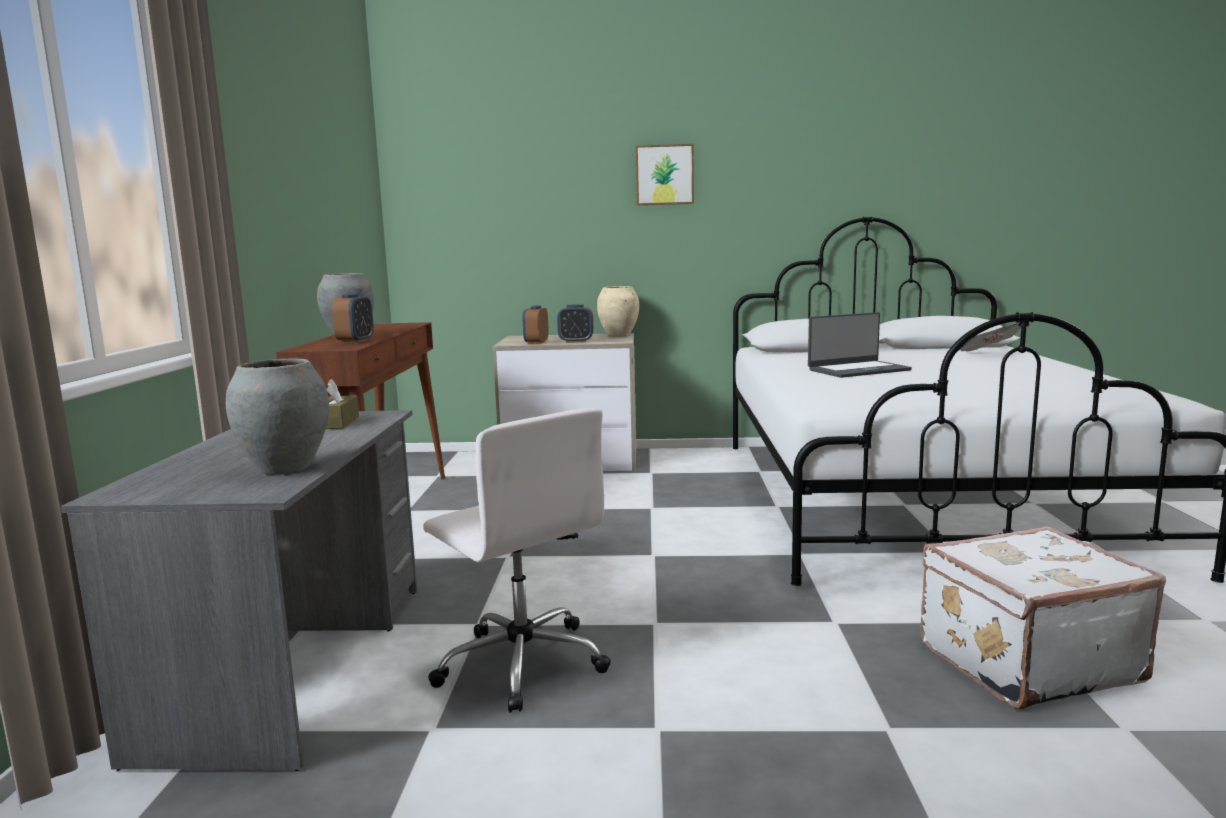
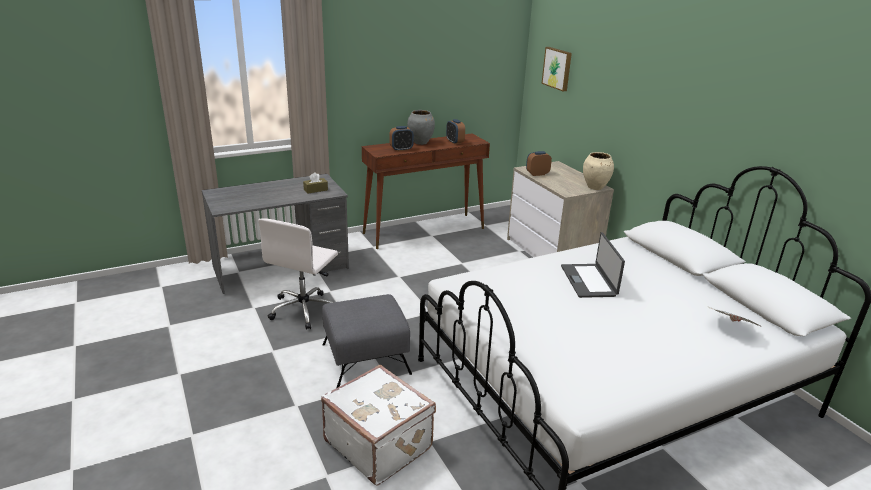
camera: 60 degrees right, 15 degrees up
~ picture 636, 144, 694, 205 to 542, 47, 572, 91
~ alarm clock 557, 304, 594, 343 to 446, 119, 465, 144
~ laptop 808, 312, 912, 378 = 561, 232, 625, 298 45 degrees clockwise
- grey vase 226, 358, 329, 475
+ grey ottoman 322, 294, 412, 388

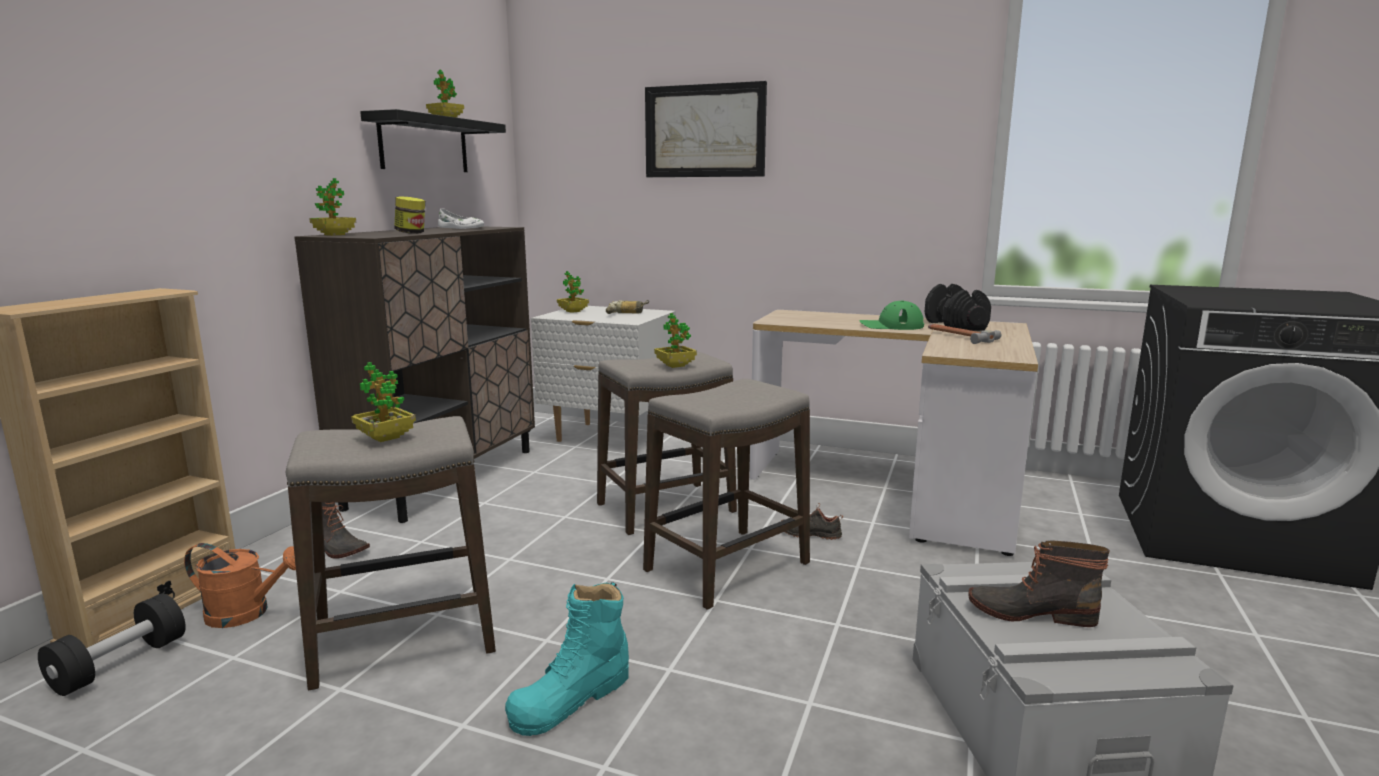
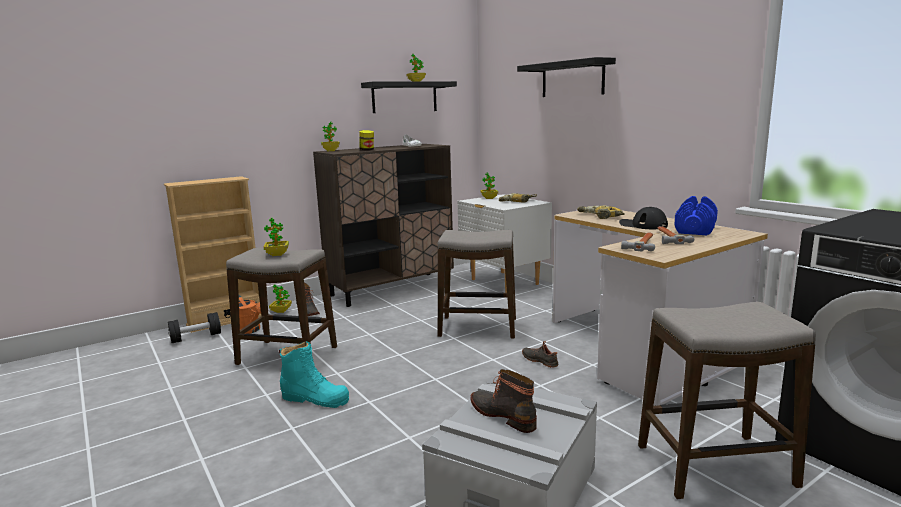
camera: 35 degrees right, 0 degrees up
~ picture 645, 81, 767, 177 to black shelf 517, 57, 616, 97
~ black dumbbell 924, 284, 991, 331 to blue dumbbell 674, 196, 718, 235
~ green cap 859, 300, 924, 330 to black cap 619, 207, 668, 229
~ potted plant 654, 313, 697, 368 to 269, 284, 292, 313
~ stool 643, 379, 810, 610 to 638, 302, 816, 499
~ turquoise boot 505, 582, 629, 736 = 279, 341, 349, 408 150 degrees counterclockwise
+ power drill 577, 205, 625, 219
+ hammer 621, 232, 655, 251

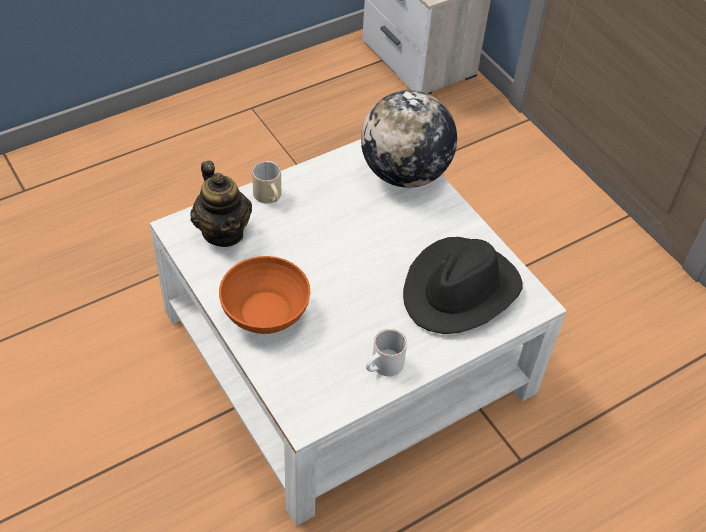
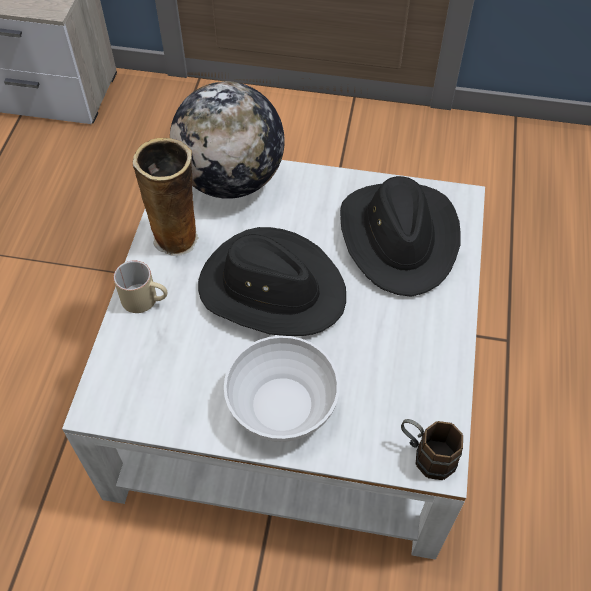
camera: 45 degrees left, 5 degrees up
- teapot 190, 161, 252, 247
~ orange bowl 219, 256, 310, 334 to white bowl 224, 336, 340, 442
- white mug 366, 329, 407, 376
+ vase 133, 138, 198, 256
+ black hat 198, 227, 346, 336
+ brown mug 401, 419, 463, 480

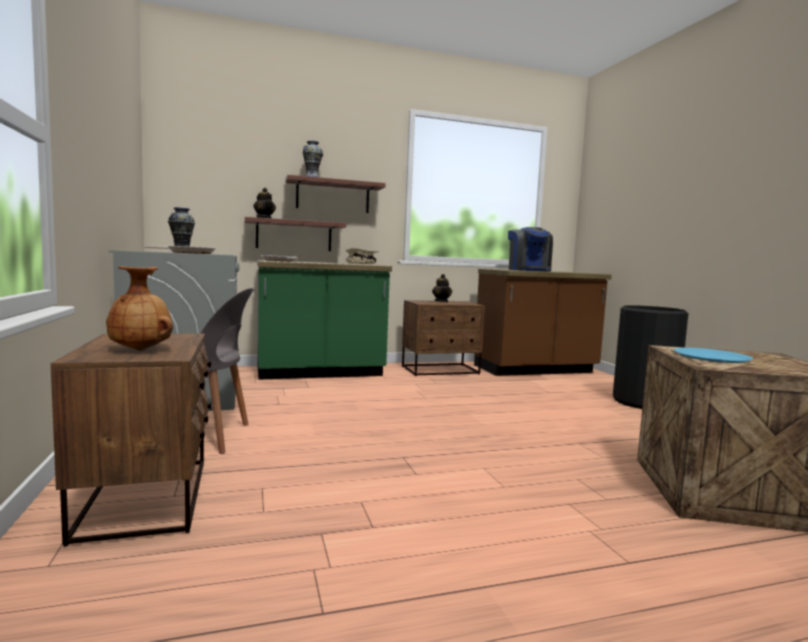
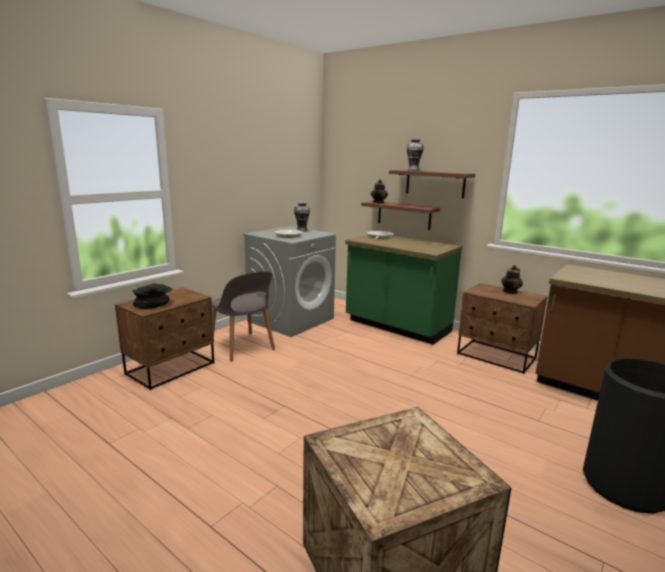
camera: 55 degrees right, 10 degrees up
- coffee machine 508, 227, 553, 272
- beige bowl 346, 248, 380, 264
~ brown vase 106, 266, 173, 351 to black bowl 133, 283, 172, 309
- blue plate 674, 348, 753, 363

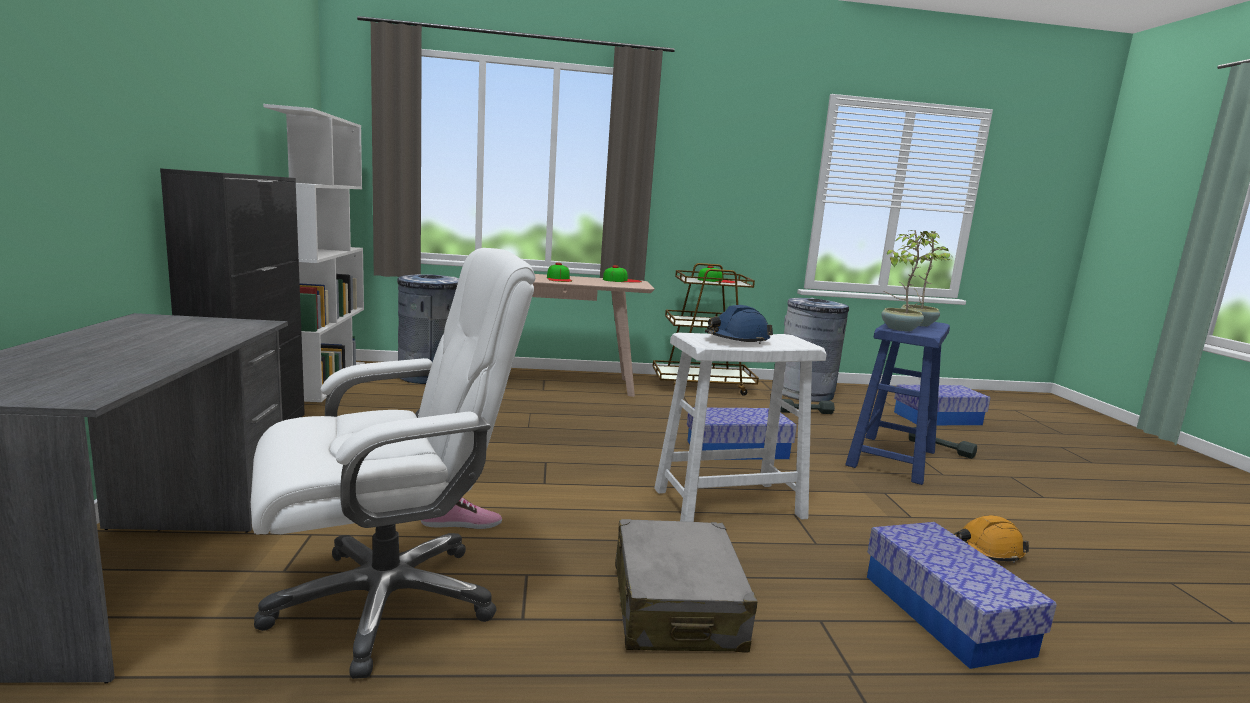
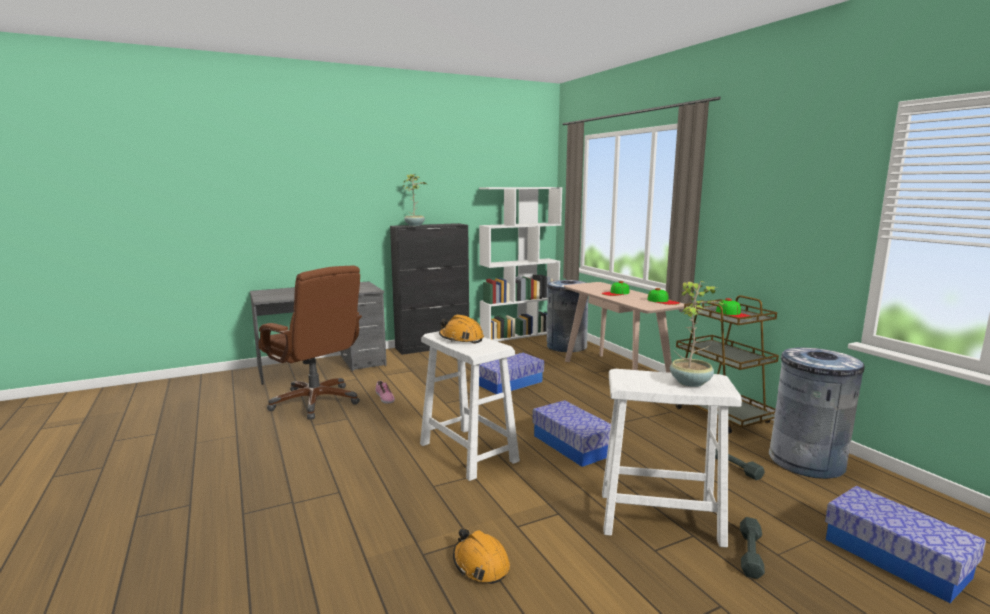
camera: 70 degrees right, 0 degrees up
~ potted plant 881, 230, 939, 331 to 403, 174, 427, 226
~ white office chair 251, 248, 535, 679 to brown office chair 258, 266, 362, 420
~ blue hard hat 705, 305, 773, 344 to orange hard hat 439, 315, 484, 344
~ blue stool 845, 322, 950, 485 to white stool 602, 369, 742, 548
- grey suitcase 615, 519, 758, 653
~ storage box 867, 522, 1057, 669 to 479, 353, 544, 394

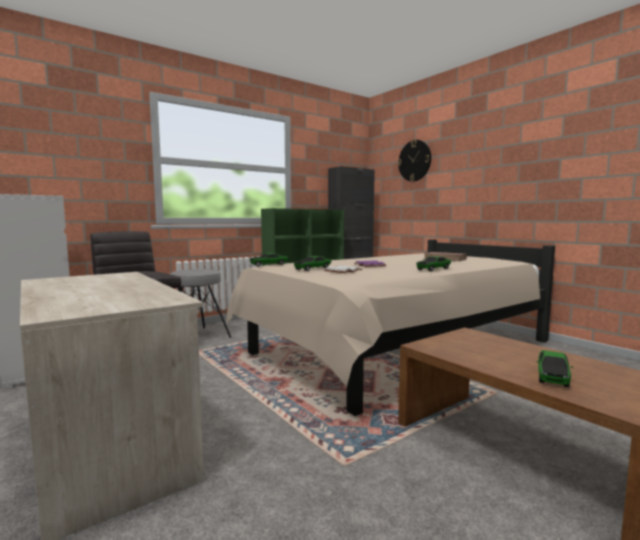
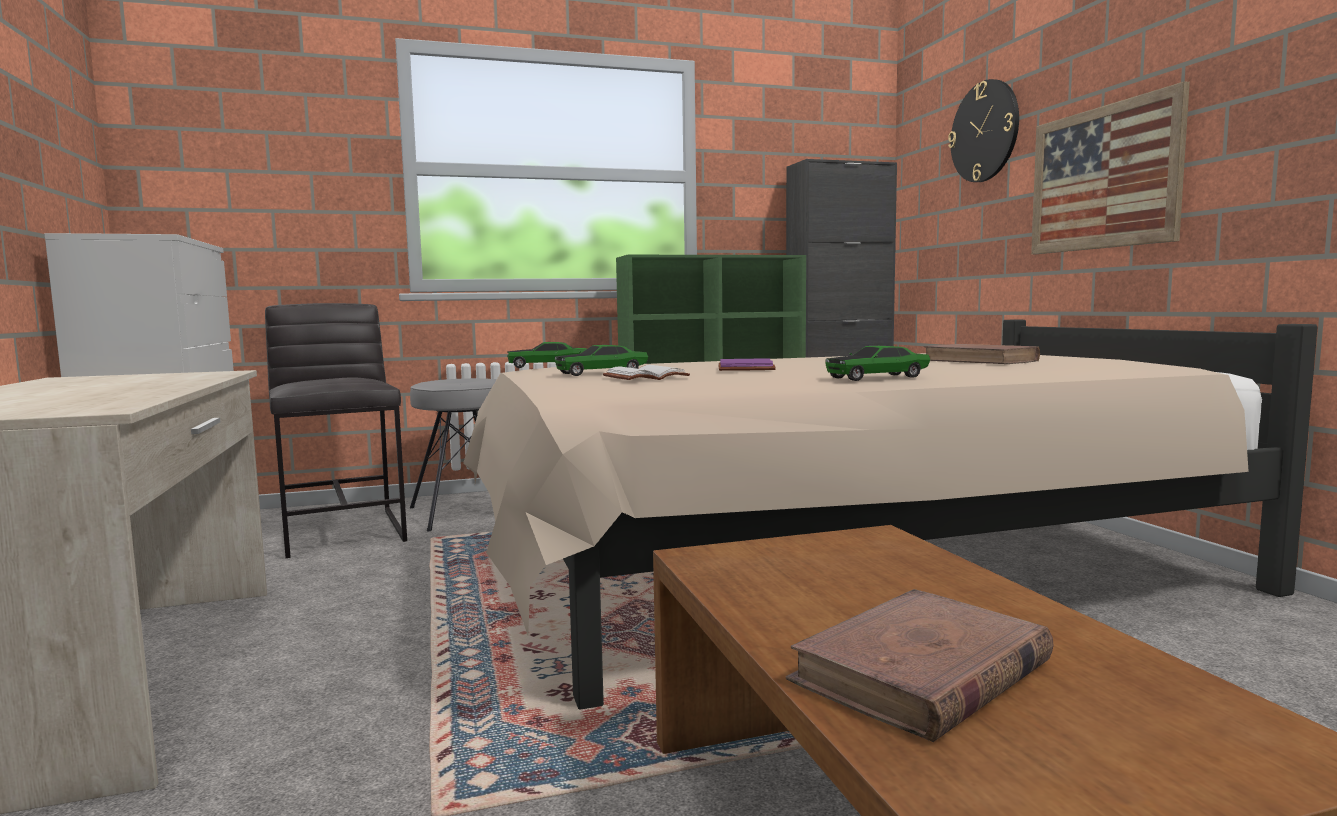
camera: 20 degrees right, 0 degrees up
~ toy car 536, 350, 573, 387 to brown book 786, 589, 1054, 742
+ picture 1031, 81, 1190, 254

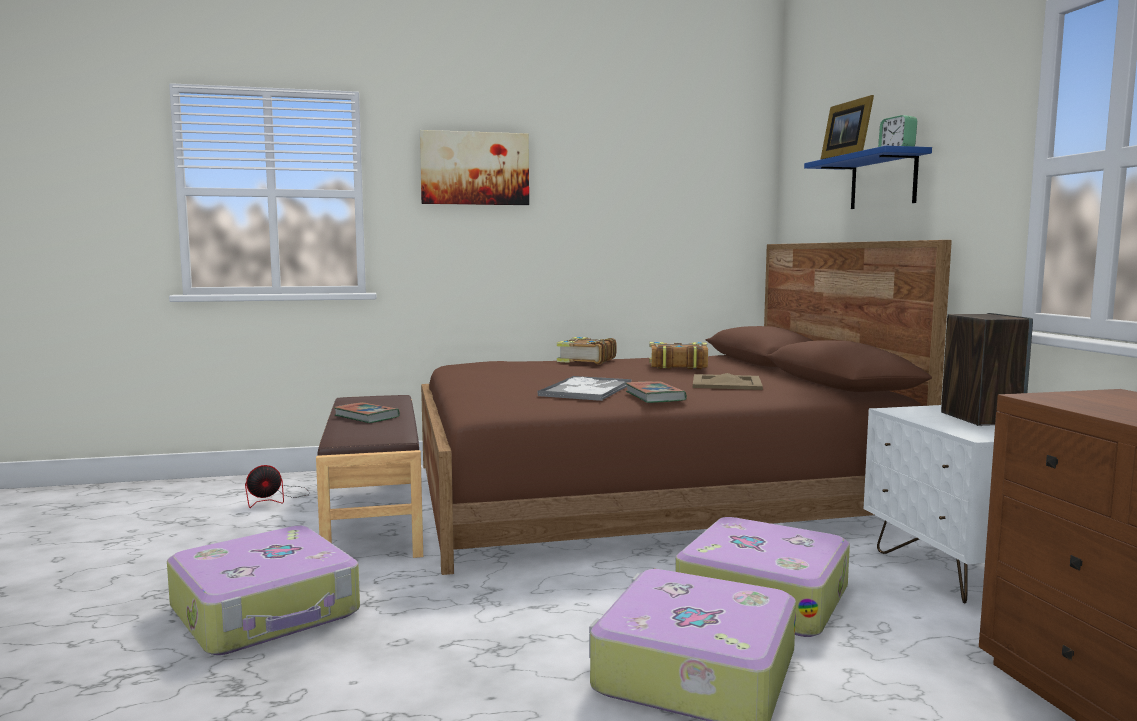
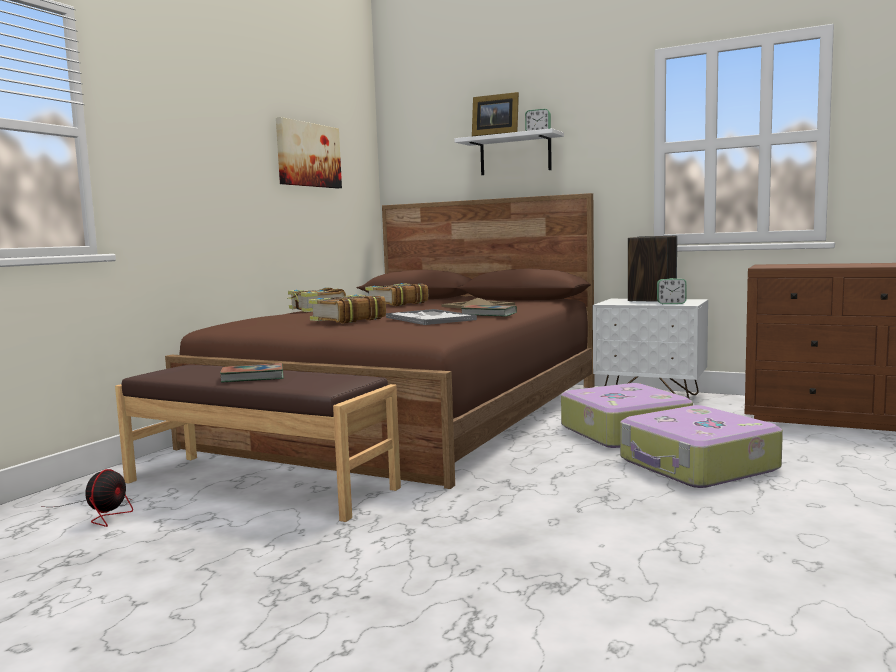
camera: 50 degrees left, 0 degrees up
~ picture 420, 130, 529, 205 to 276, 117, 342, 189
~ blue shelf 804, 146, 932, 209 to white shelf 455, 128, 564, 175
- suitcase 167, 526, 360, 655
+ alarm clock 657, 278, 687, 304
+ book 309, 295, 386, 324

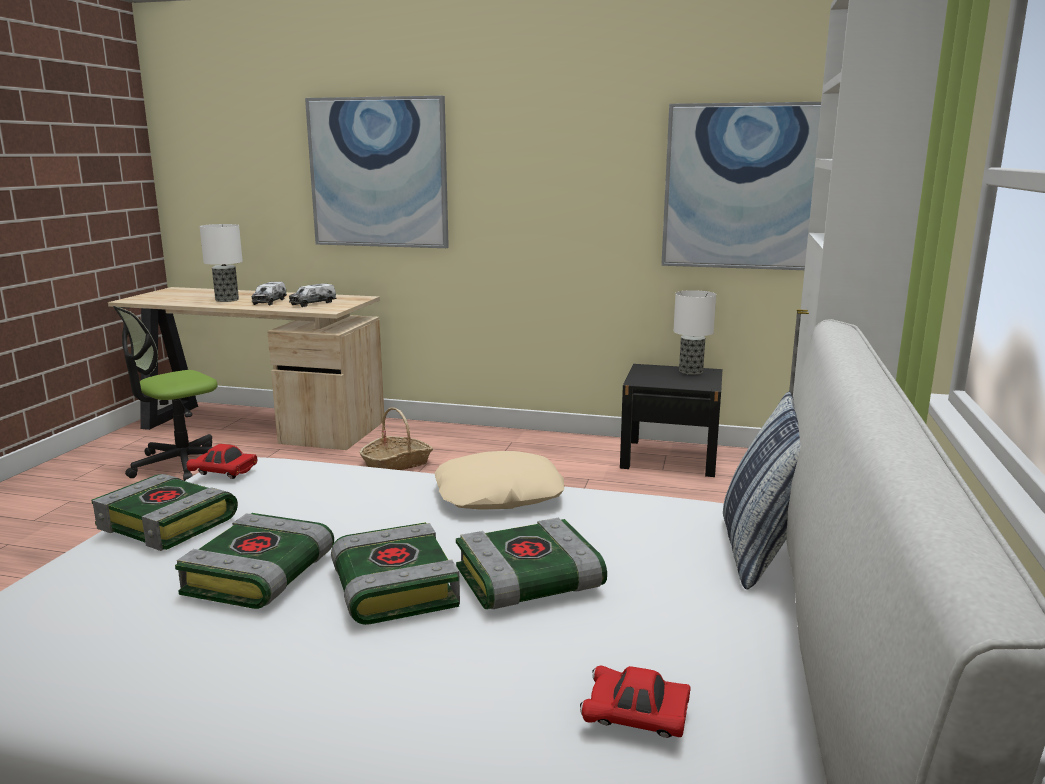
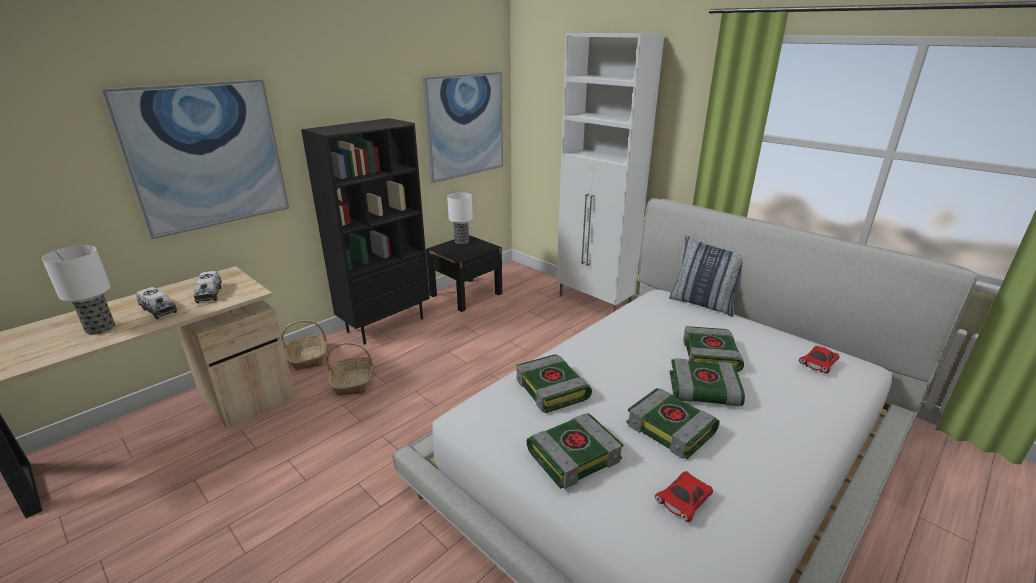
camera: 60 degrees left, 10 degrees up
- office chair 113, 306, 218, 481
~ red toy car 186, 444, 257, 479 to 655, 471, 713, 522
- beige pillow 435, 451, 564, 510
+ black bookcase 301, 118, 430, 344
+ basket 281, 320, 327, 370
+ book 517, 354, 592, 413

